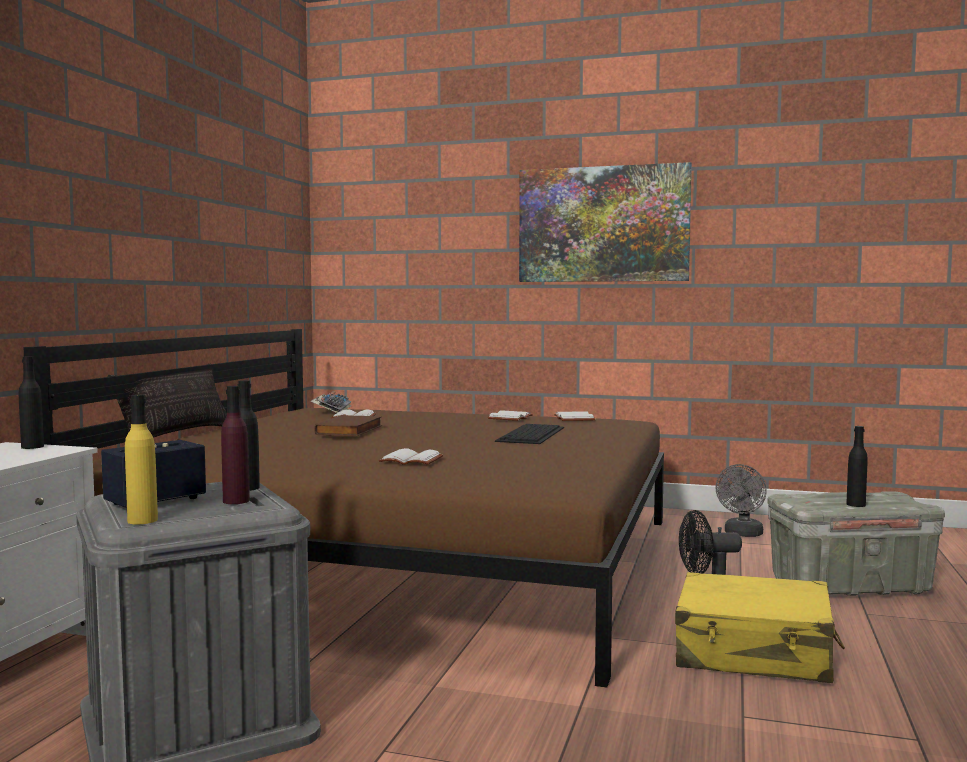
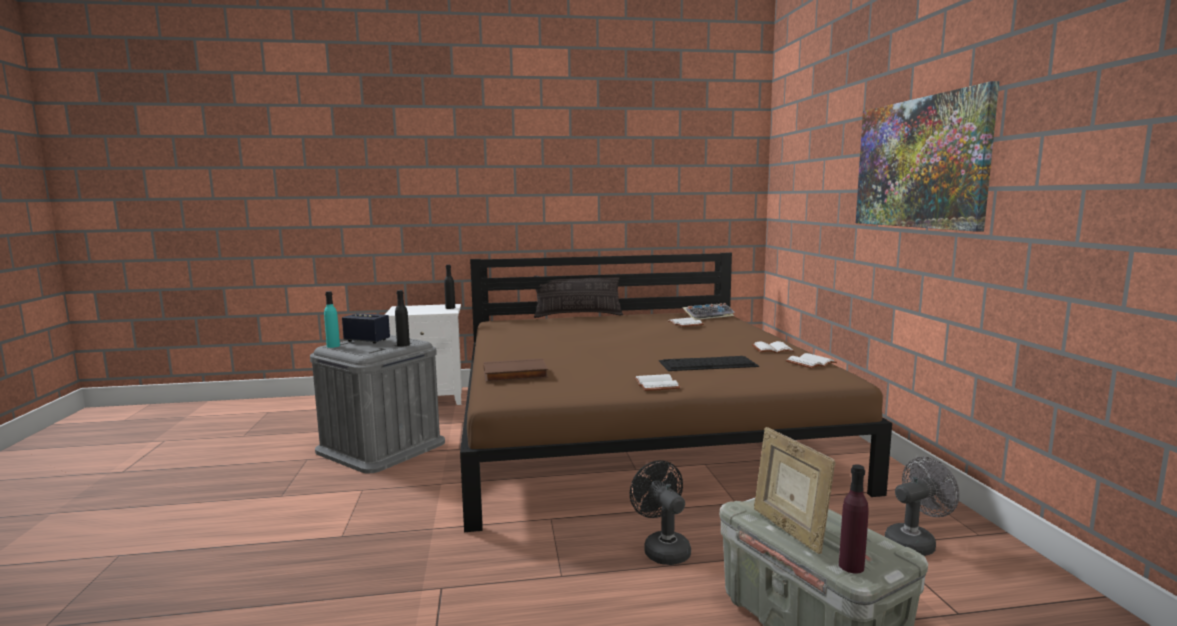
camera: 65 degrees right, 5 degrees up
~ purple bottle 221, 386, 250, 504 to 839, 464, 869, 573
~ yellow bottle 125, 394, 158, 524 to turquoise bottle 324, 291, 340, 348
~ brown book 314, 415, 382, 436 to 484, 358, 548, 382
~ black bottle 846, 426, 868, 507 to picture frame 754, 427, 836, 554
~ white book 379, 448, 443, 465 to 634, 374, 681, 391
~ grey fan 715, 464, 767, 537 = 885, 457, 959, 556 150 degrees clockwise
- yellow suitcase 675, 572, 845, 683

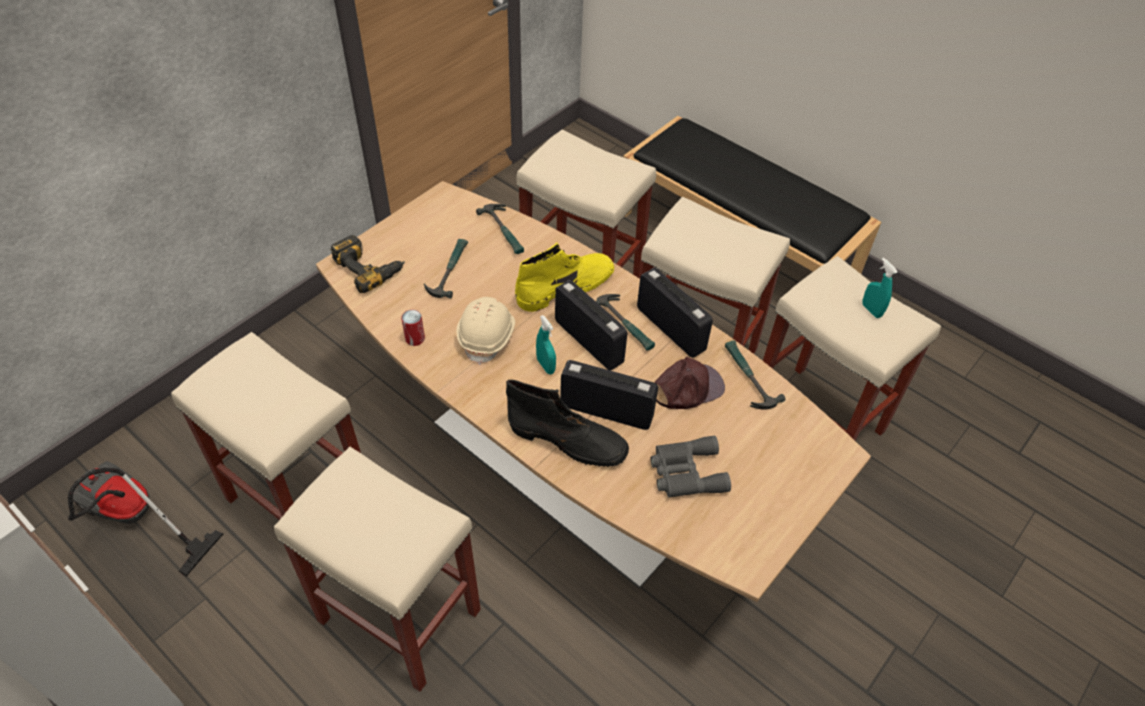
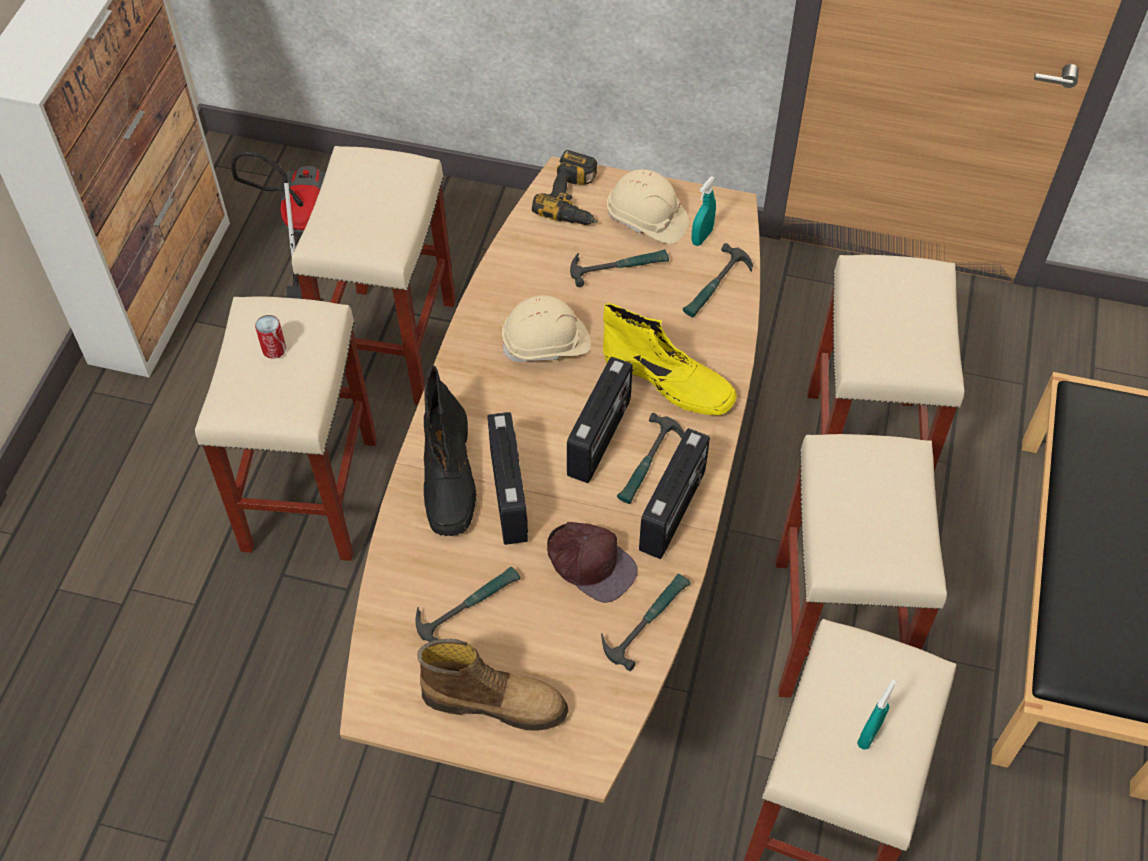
camera: 65 degrees right, 5 degrees up
~ can 401, 310, 425, 346 to 255, 315, 286, 359
~ turquoise spray bottle 536, 315, 556, 374 to 691, 176, 716, 246
~ grey binoculars 651, 436, 731, 498 to hammer 416, 567, 520, 642
+ beige hard hat 607, 169, 689, 244
+ boot 417, 639, 568, 731

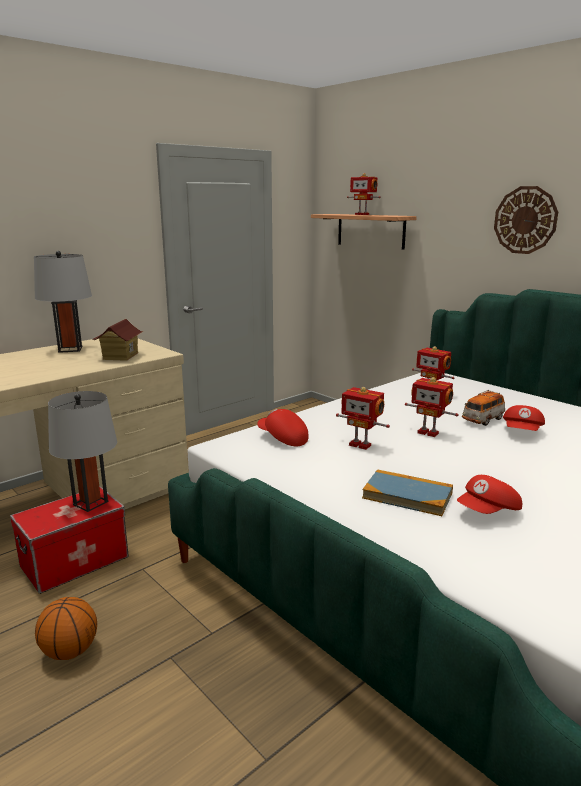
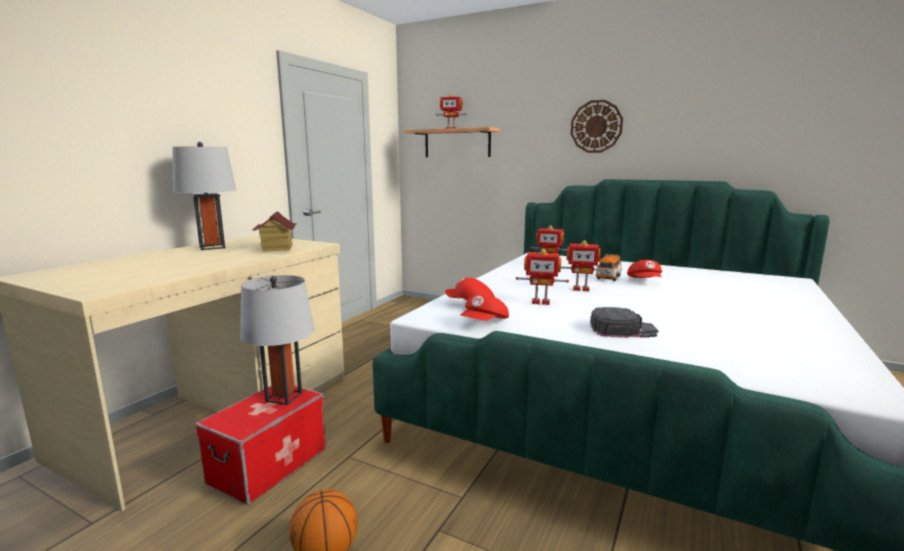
camera: 20 degrees left, 5 degrees down
~ book 362, 469, 453, 516 to black cap 590, 307, 658, 338
~ red cap 457, 475, 522, 514 to 461, 294, 509, 321

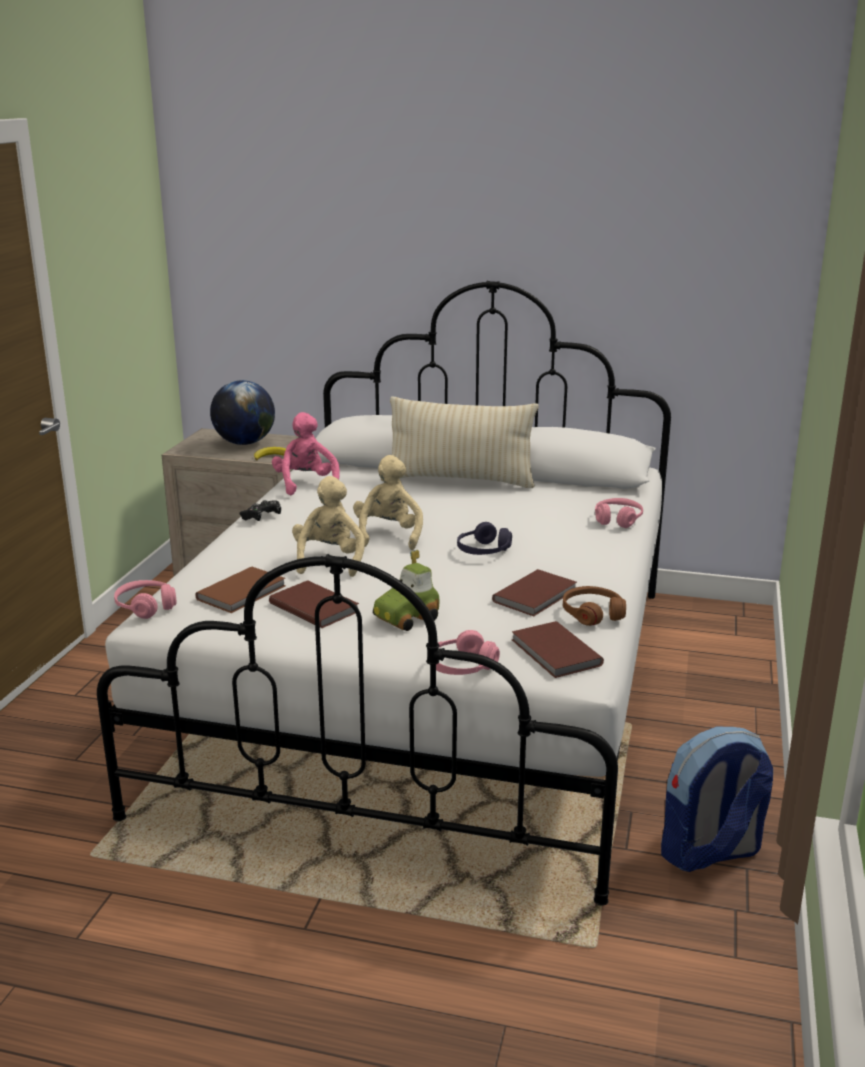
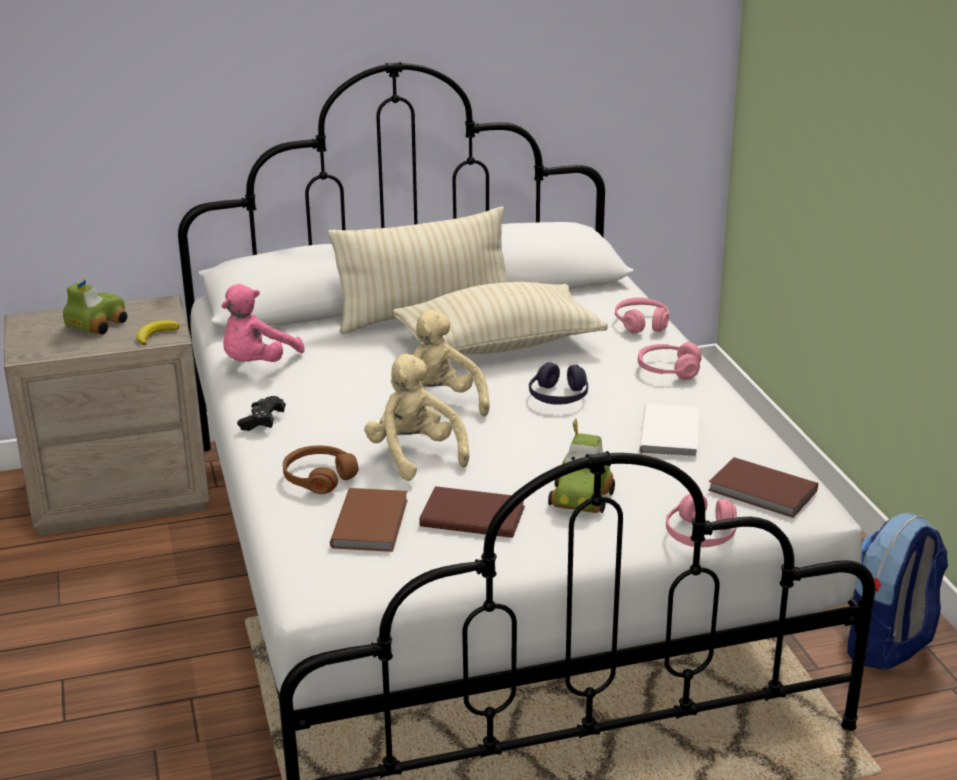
camera: 30 degrees left, 5 degrees up
~ globe 210, 380, 275, 445 to toy car 63, 280, 127, 335
~ pink plush toy 272, 412, 340, 495 = 222, 284, 305, 362 105 degrees counterclockwise
~ brown book 492, 569, 577, 616 to white book 639, 404, 700, 458
~ pink headphones 114, 580, 177, 619 to 638, 342, 702, 380
~ brown headphones 563, 586, 626, 626 to 283, 446, 358, 494
+ beige pillow 393, 282, 608, 354

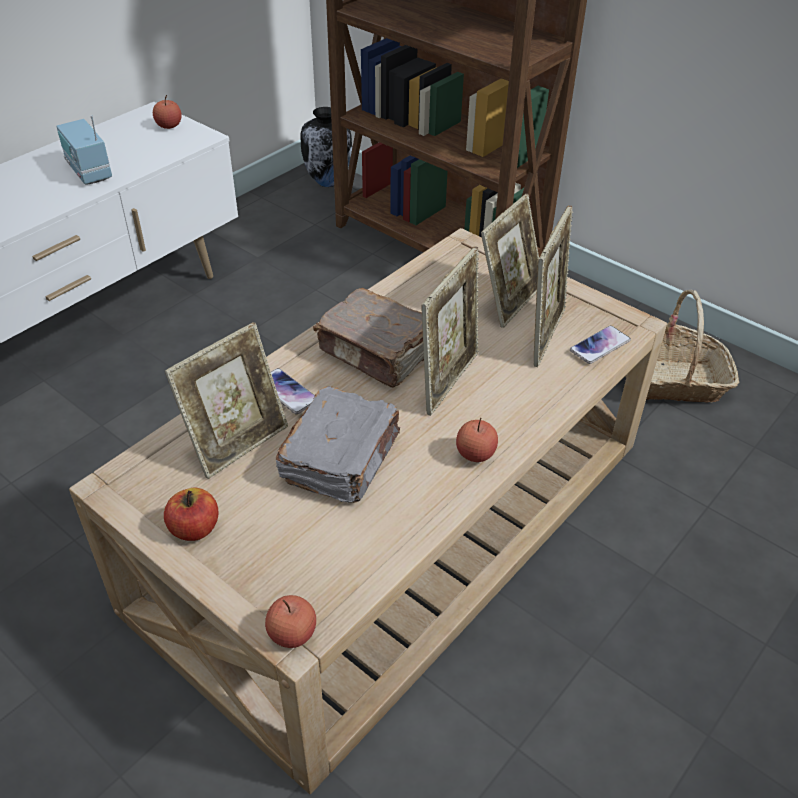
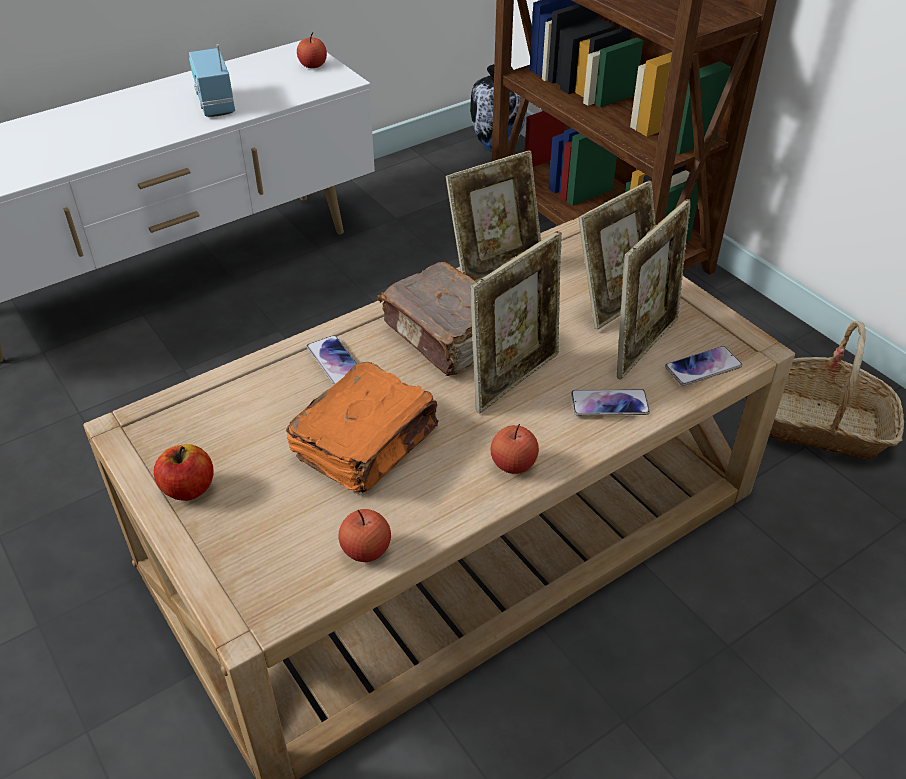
camera: 15 degrees right, 0 degrees up
~ picture frame 165, 322, 288, 479 to 446, 150, 541, 282
~ grey book 276, 386, 400, 503 to orange book 286, 362, 439, 493
~ apple 265, 595, 316, 648 to 338, 509, 391, 562
+ phone 571, 389, 650, 416

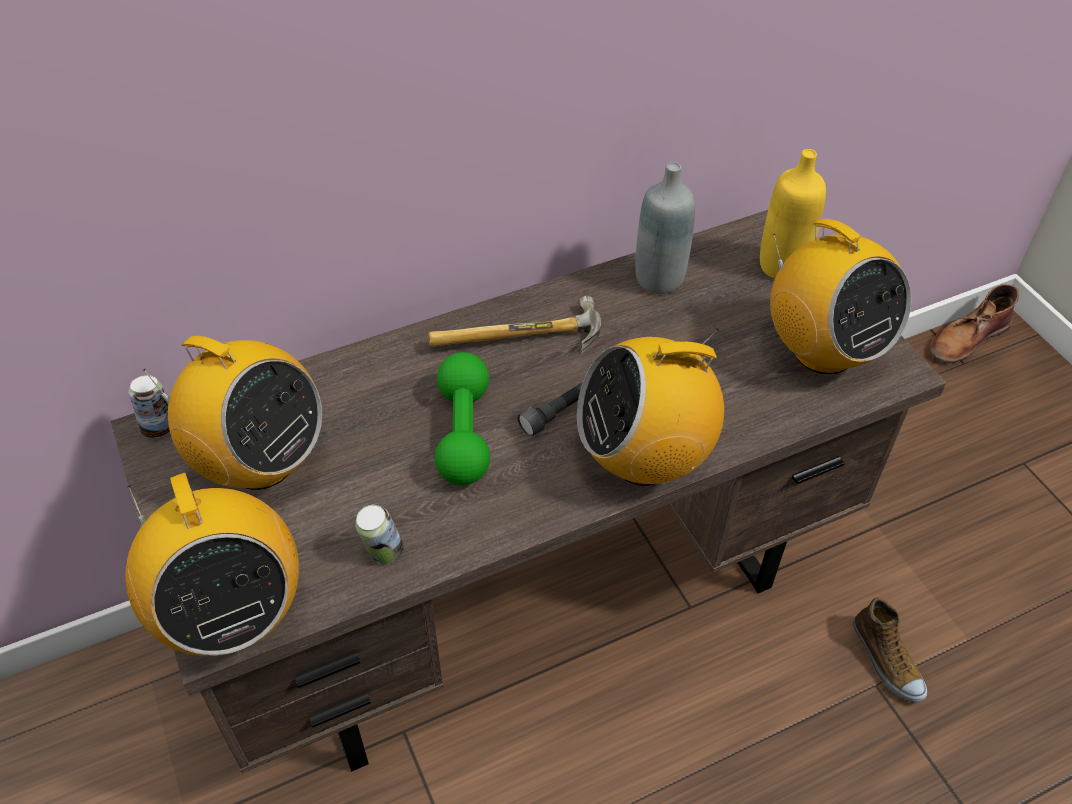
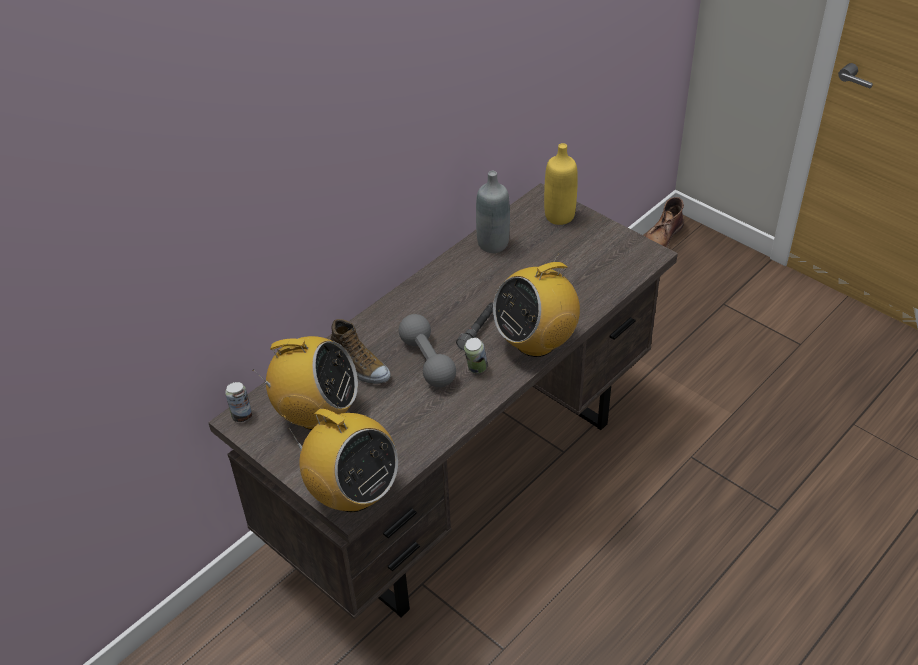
camera: 20 degrees left, 5 degrees down
- radio 770, 219, 911, 374
- hammer 428, 296, 601, 354
~ green dumbbell 435, 352, 490, 485 to grey dumbbell 399, 314, 456, 388
~ can 355, 505, 404, 564 to 464, 338, 488, 373
~ shoe 853, 597, 927, 703 to 331, 319, 391, 384

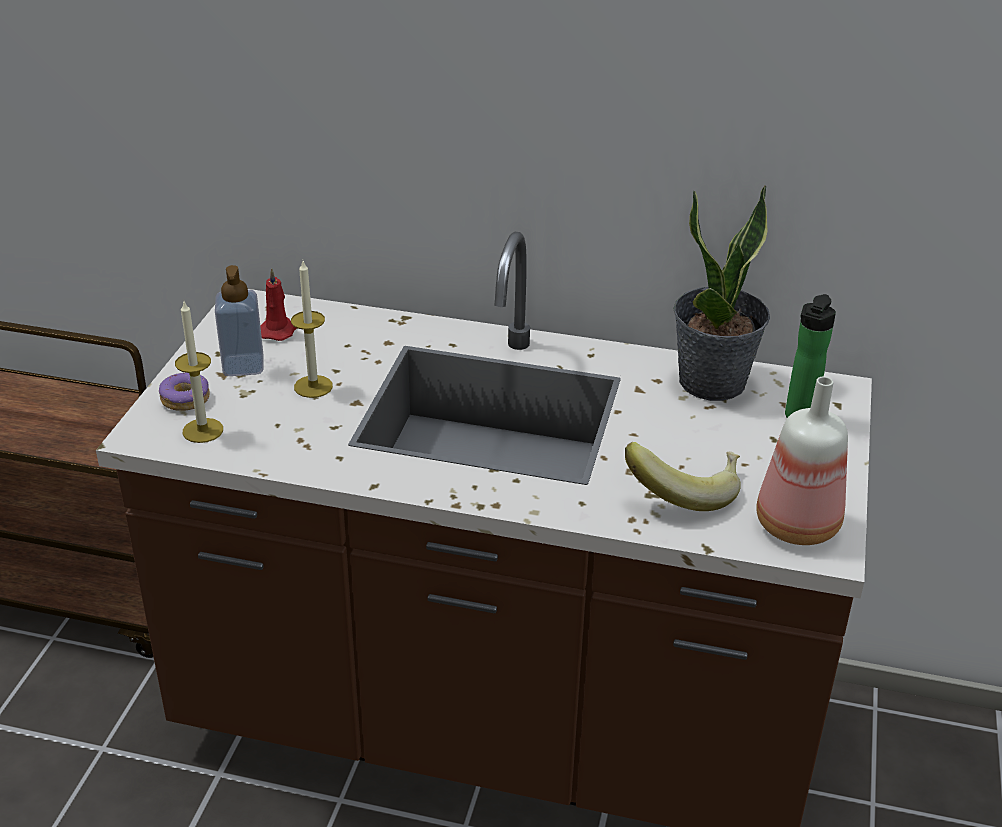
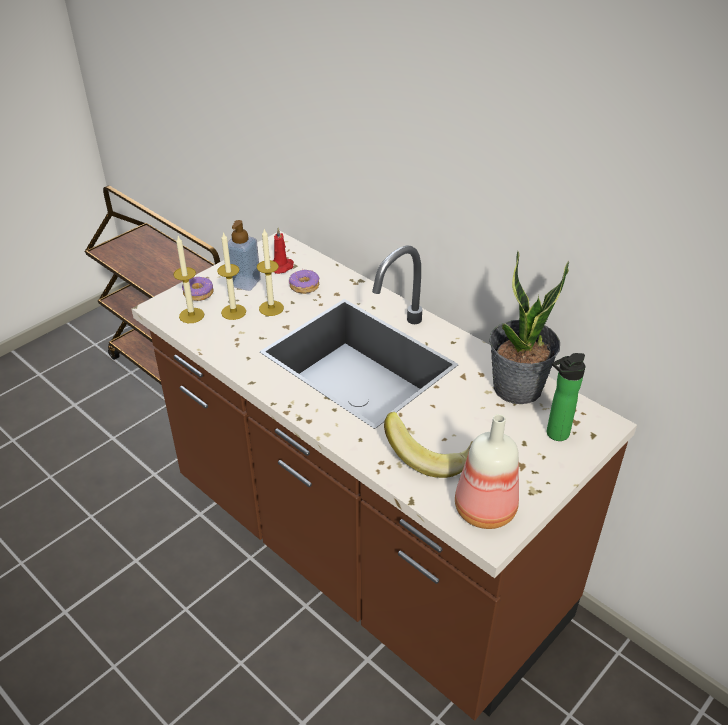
camera: 30 degrees right, 5 degrees up
+ candle 217, 232, 246, 320
+ donut 289, 269, 319, 294

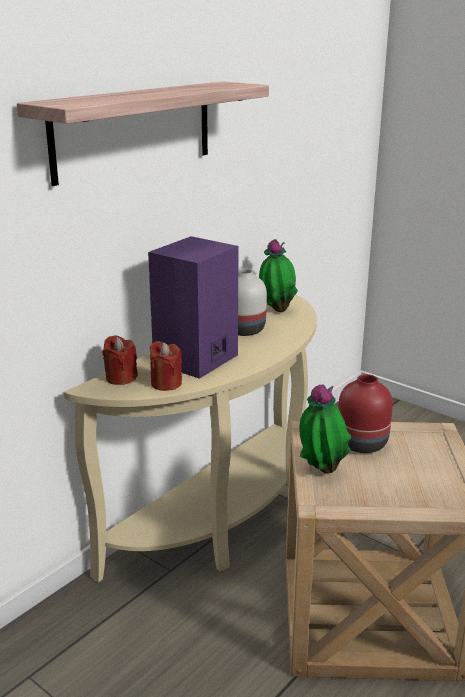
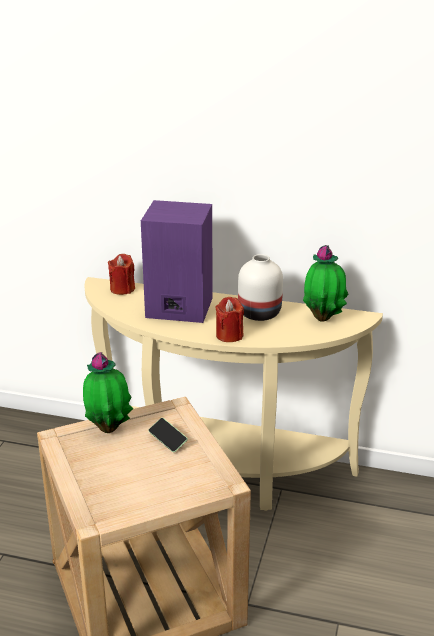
camera: 65 degrees right, 5 degrees up
- shelf 17, 81, 269, 186
~ red candle 150, 341, 182, 391 to 215, 297, 244, 342
~ red vase 338, 374, 393, 453 to phone 148, 418, 188, 452

